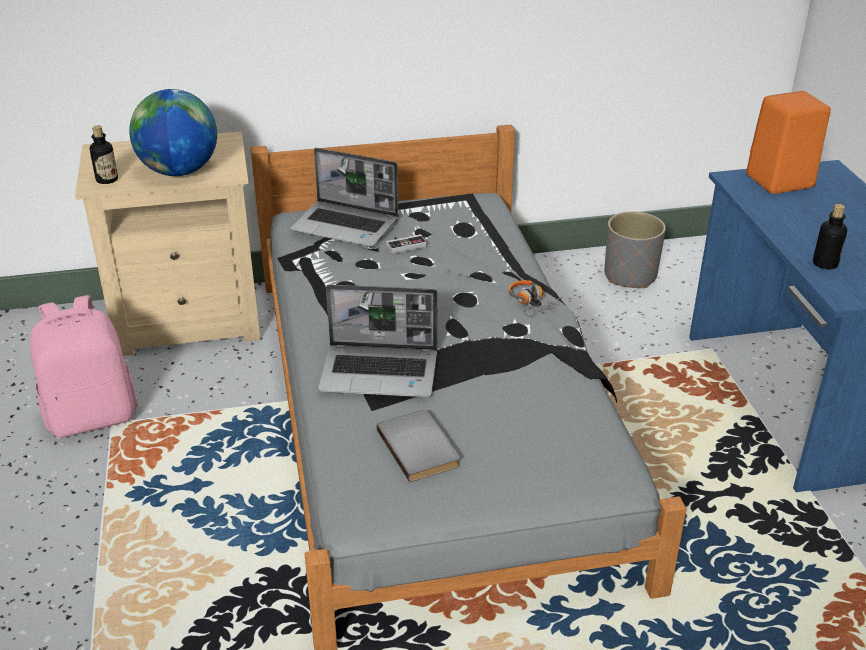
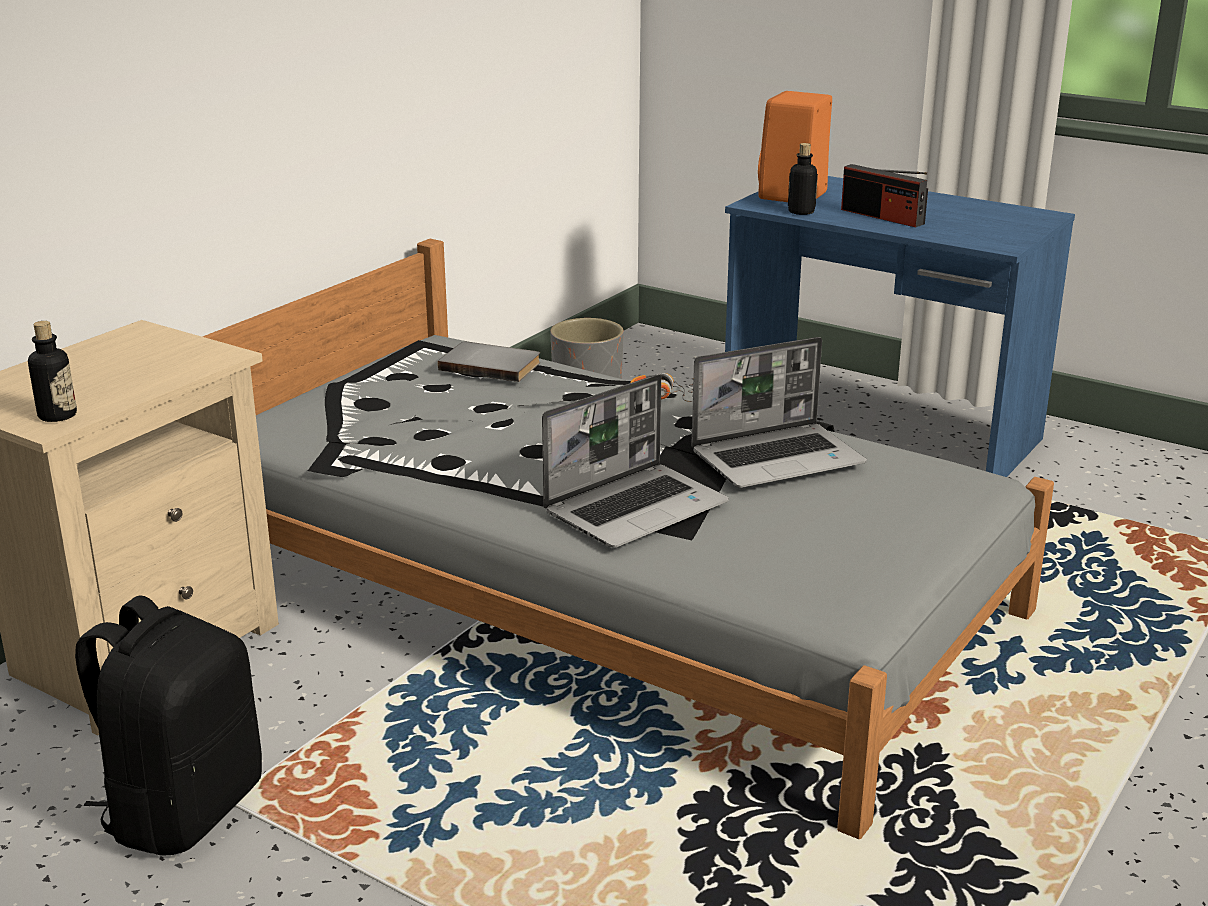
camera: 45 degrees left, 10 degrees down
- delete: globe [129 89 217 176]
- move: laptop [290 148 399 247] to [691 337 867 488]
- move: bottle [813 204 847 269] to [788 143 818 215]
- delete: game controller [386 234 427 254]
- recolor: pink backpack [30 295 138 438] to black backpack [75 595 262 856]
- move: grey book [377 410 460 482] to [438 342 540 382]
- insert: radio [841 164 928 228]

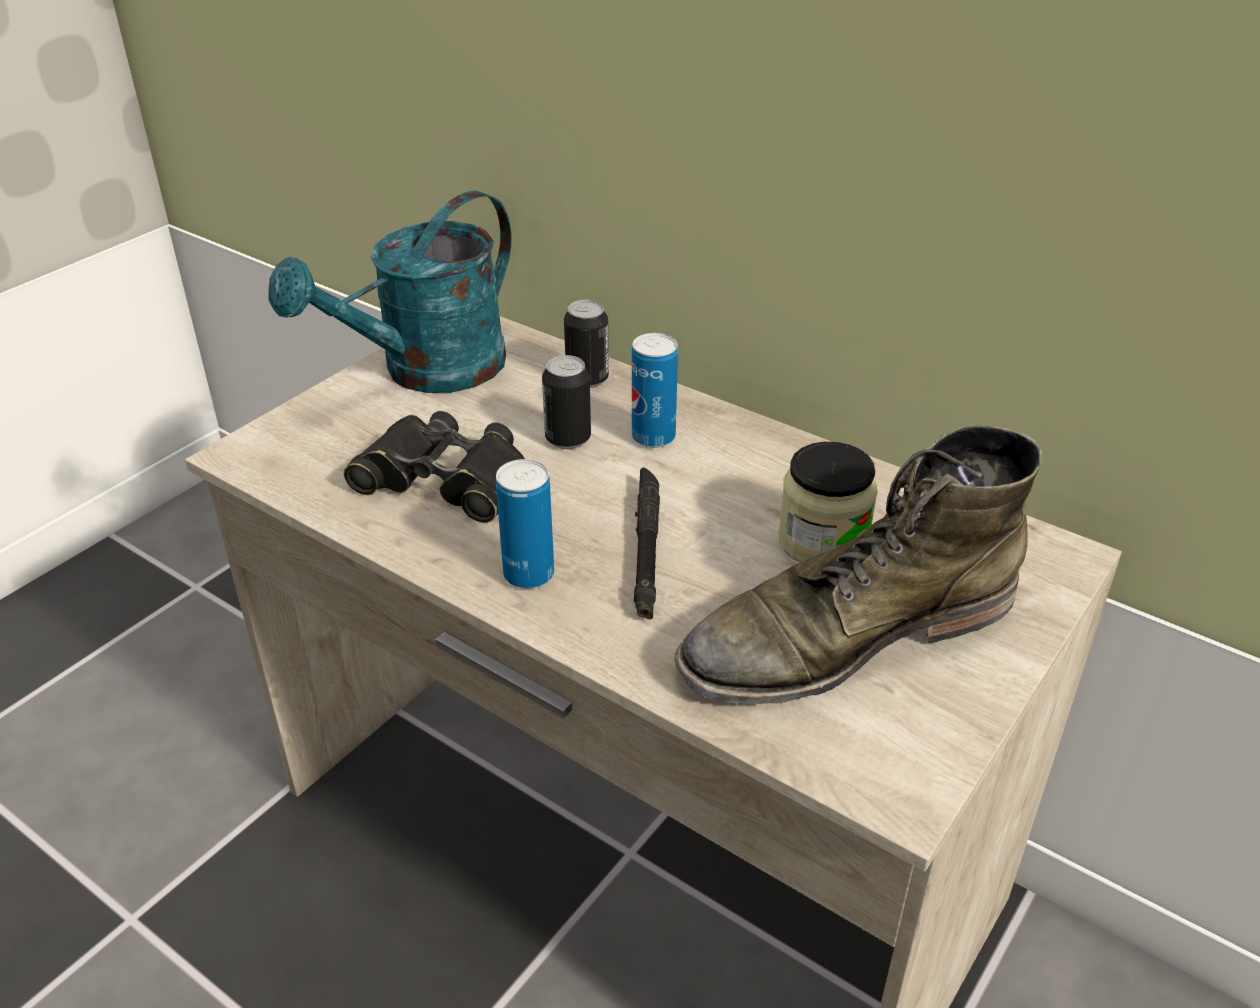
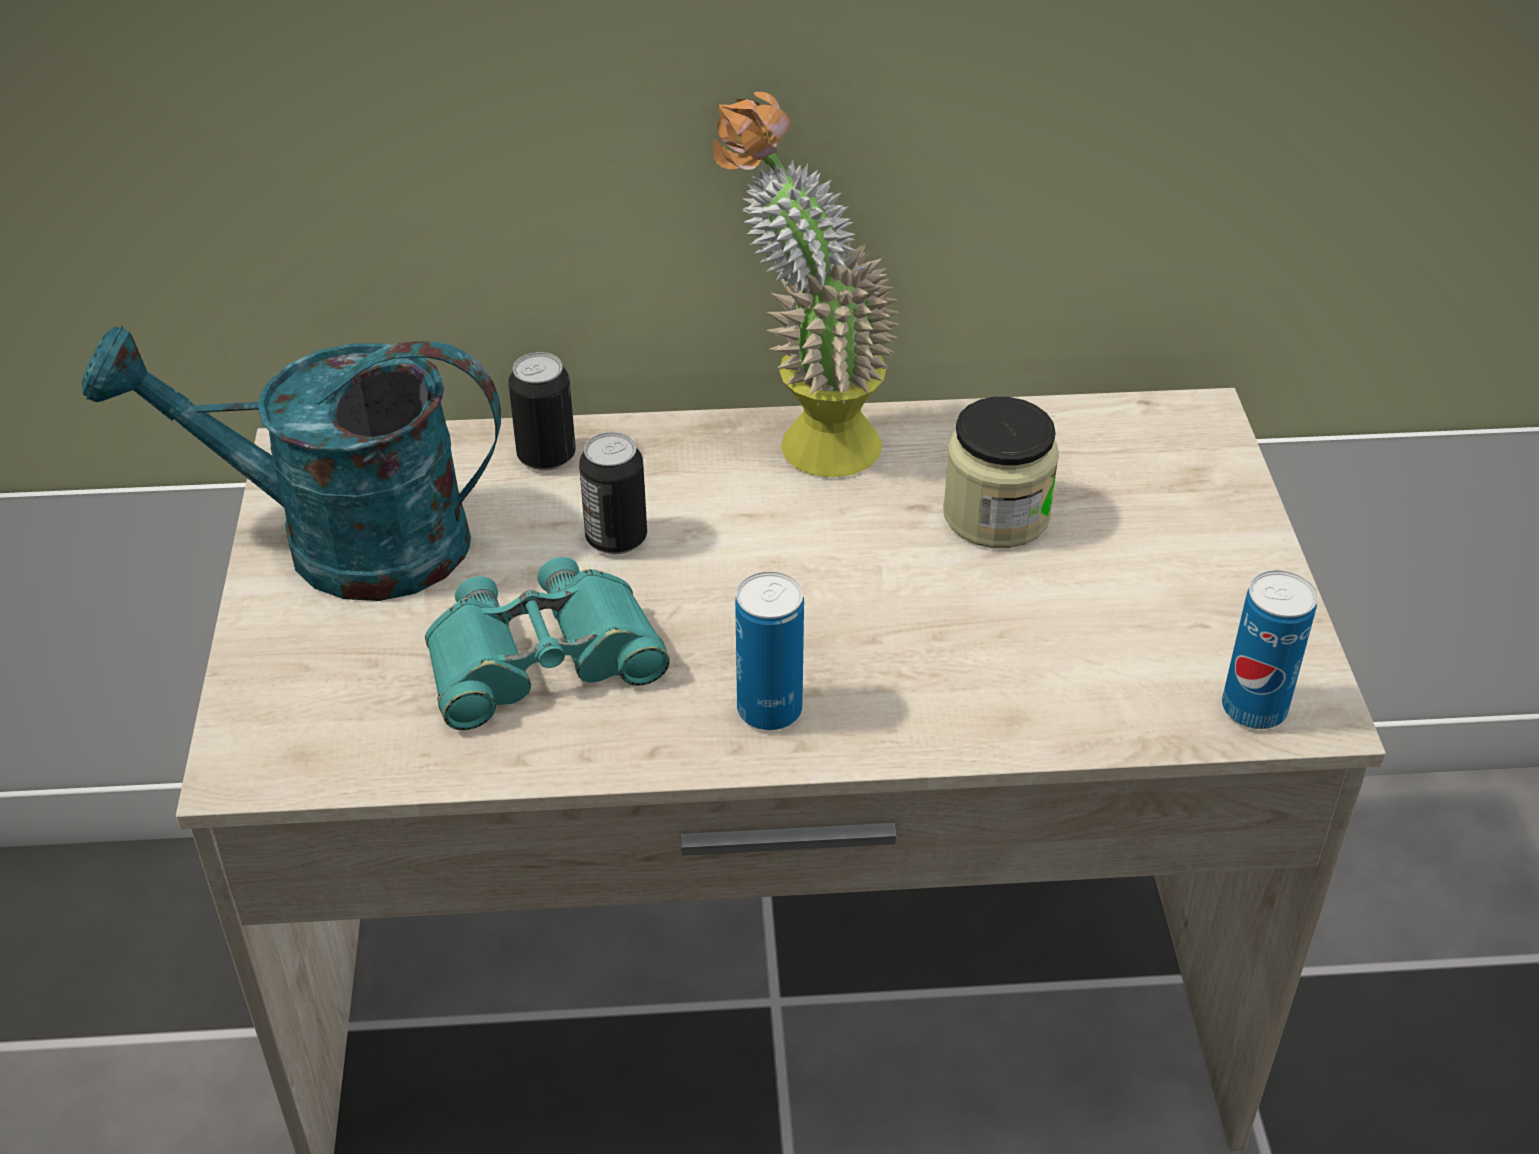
camera: 40 degrees left, 5 degrees up
- rotate: turquoise watering can [268 191 512 393] = [82 326 501 601] 90 degrees clockwise
- move: can [632 333 678 448] to [1222 570 1318 729]
- recolor: black binoculars [344 411 525 523] to turquoise binoculars [425 557 670 730]
- delete: green boot [674 425 1042 704]
- delete: black flashlight [634 467 660 619]
- insert: potted plant [713 92 899 478]

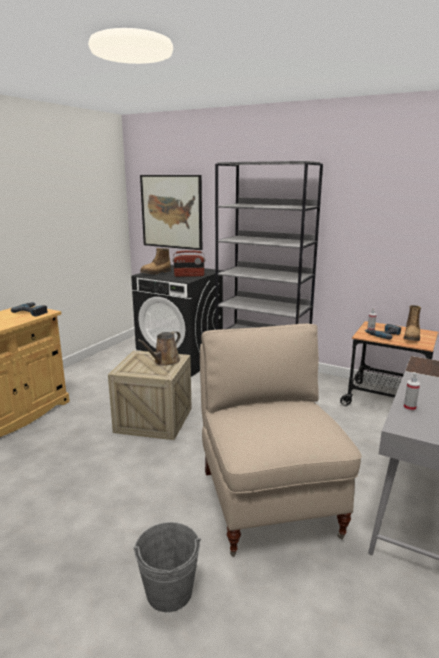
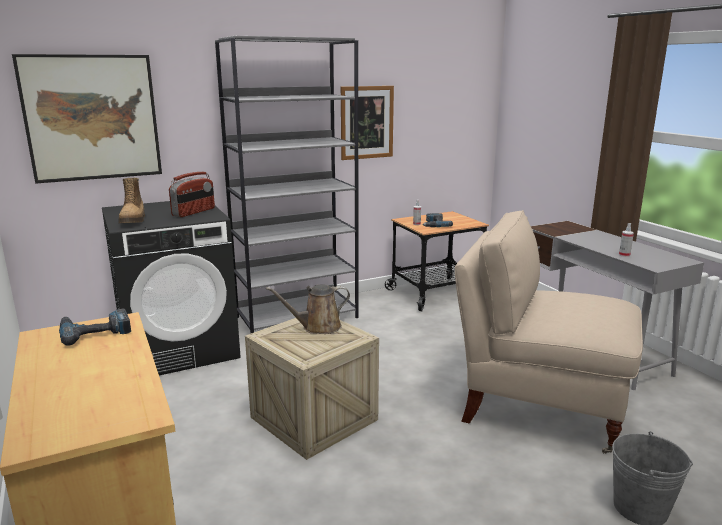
camera: 55 degrees left, 0 degrees up
- delete: boot [403 305 421 341]
- rotate: brown watering can [137 331 181 366] = [266 284 350 334] 90 degrees clockwise
- insert: picture [341 86 394 160]

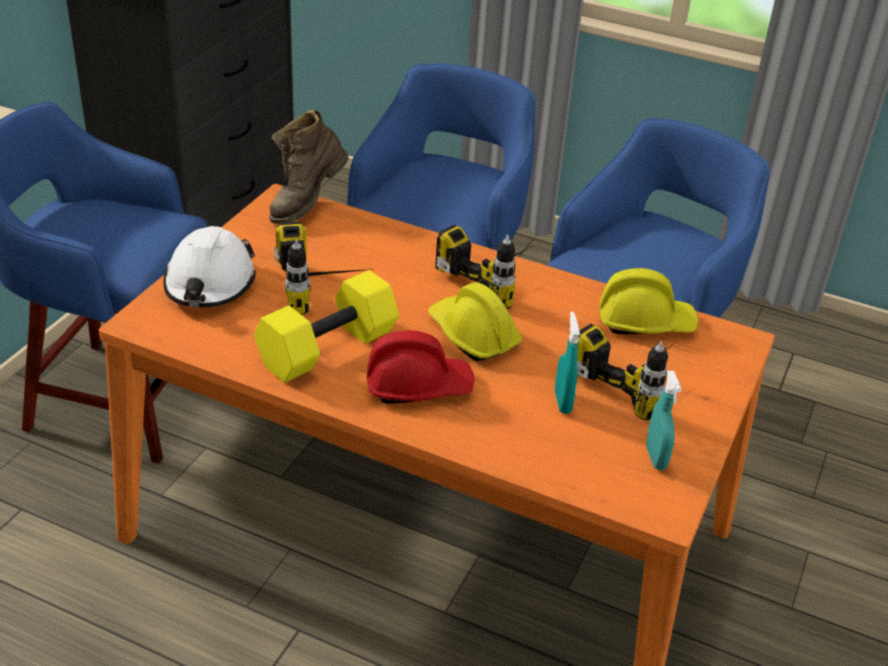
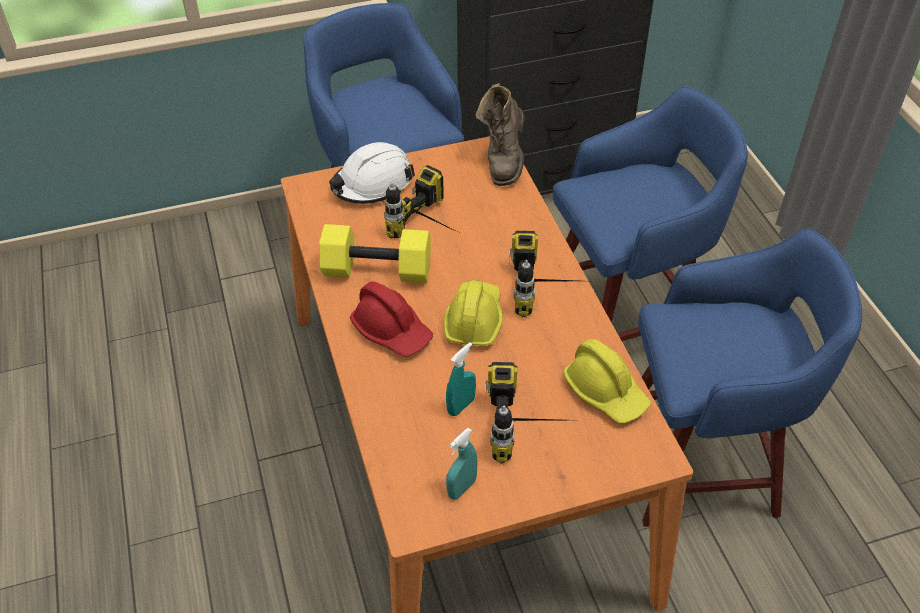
camera: 50 degrees right, 10 degrees up
- rotate: brown boot [269 110 349 224] = [476 83 524 186] 75 degrees counterclockwise

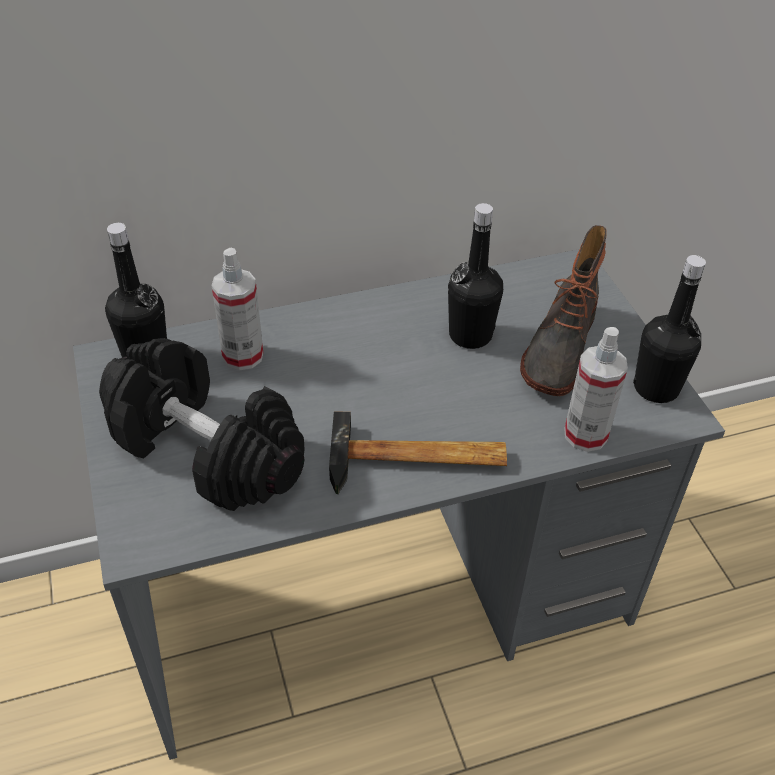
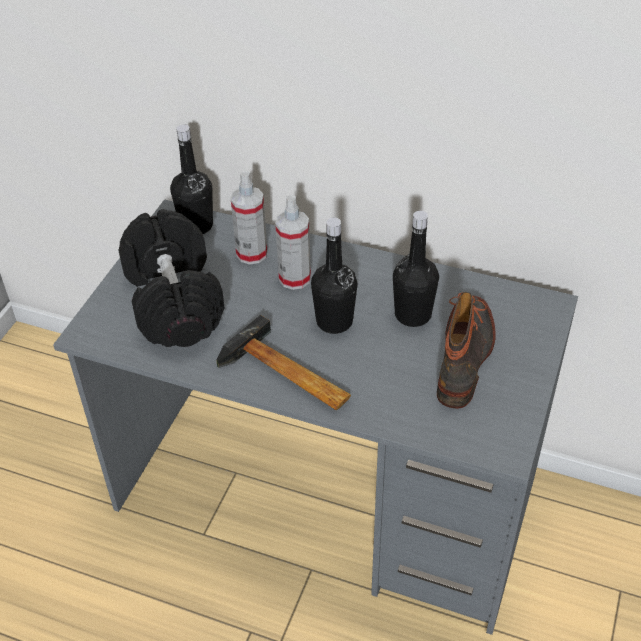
camera: 40 degrees right, 0 degrees up
- rotate: boot [520 225 607 396] = [437 292 496 409] 135 degrees clockwise
- move: black bottle [633 255 706 403] to [311 217 358 334]
- move: spray bottle [564 327 628 452] to [275 195 311 290]

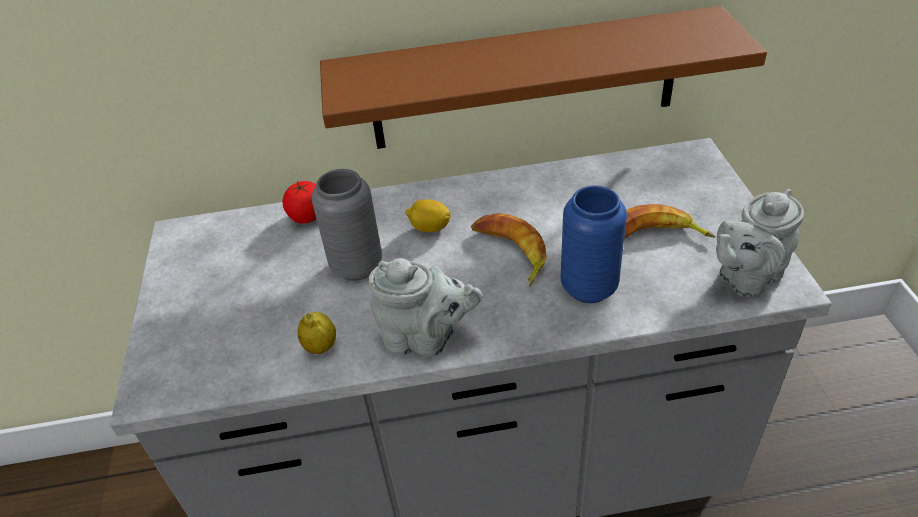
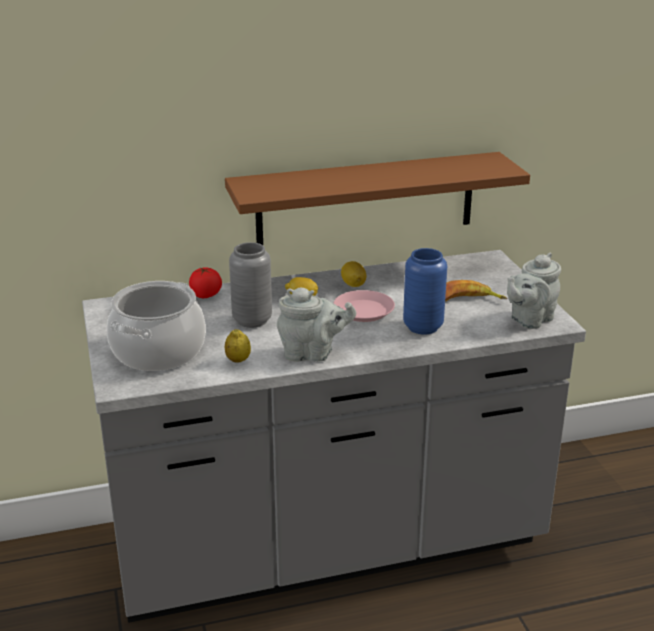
camera: 10 degrees left, 15 degrees down
- replace: banana [471 213 547 286] to pink plate [334 290 395 322]
- insert: lemon [341 261 366 287]
- insert: cooking pot [107 281 206 371]

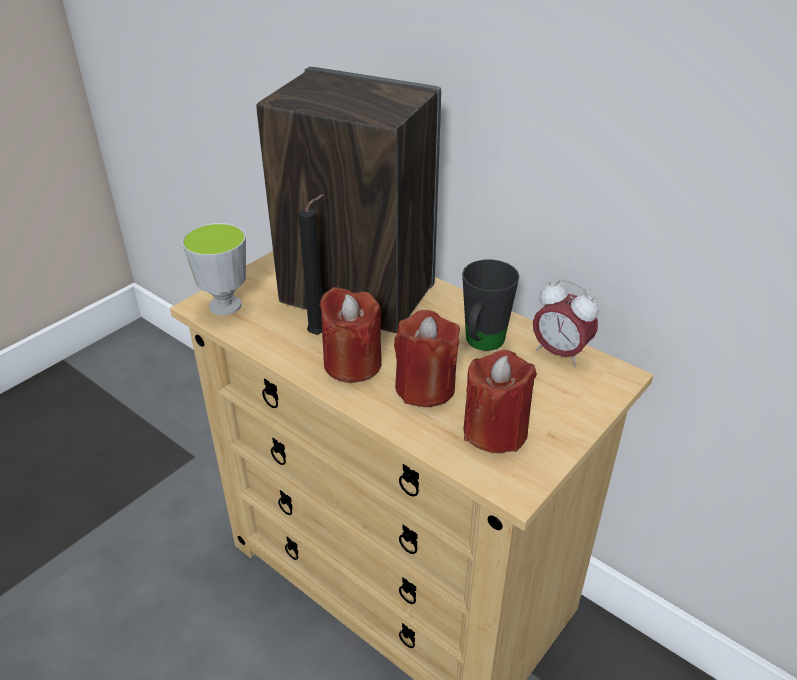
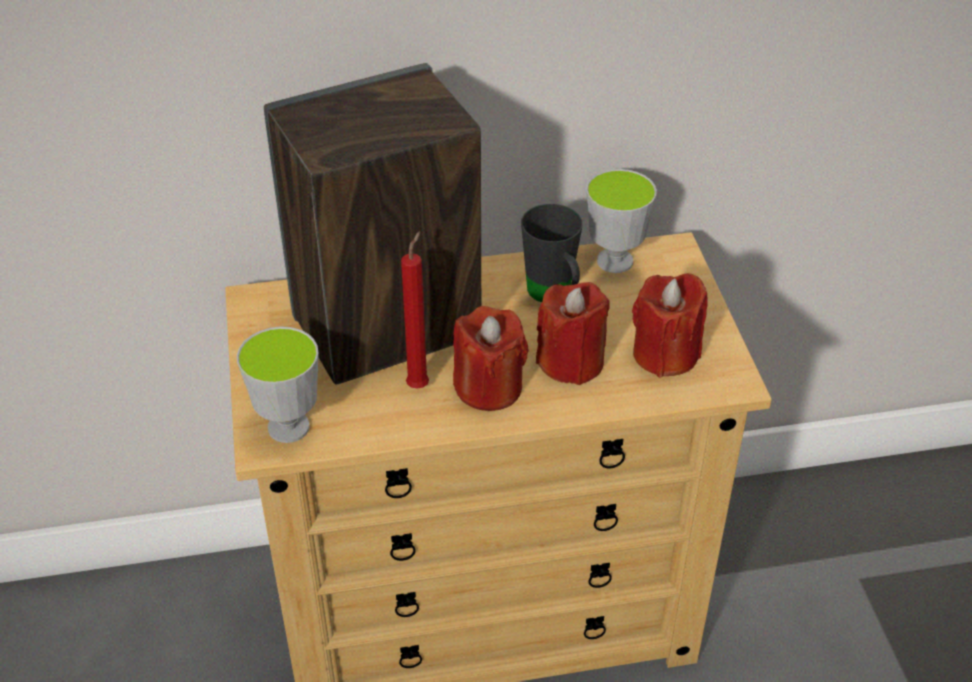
camera: 50 degrees left, 5 degrees up
- recolor: black candle [298 194 324 335] to red candle [401 231 429 389]
- replace: alarm clock [533 279 599 367] to cup [586 169 657 273]

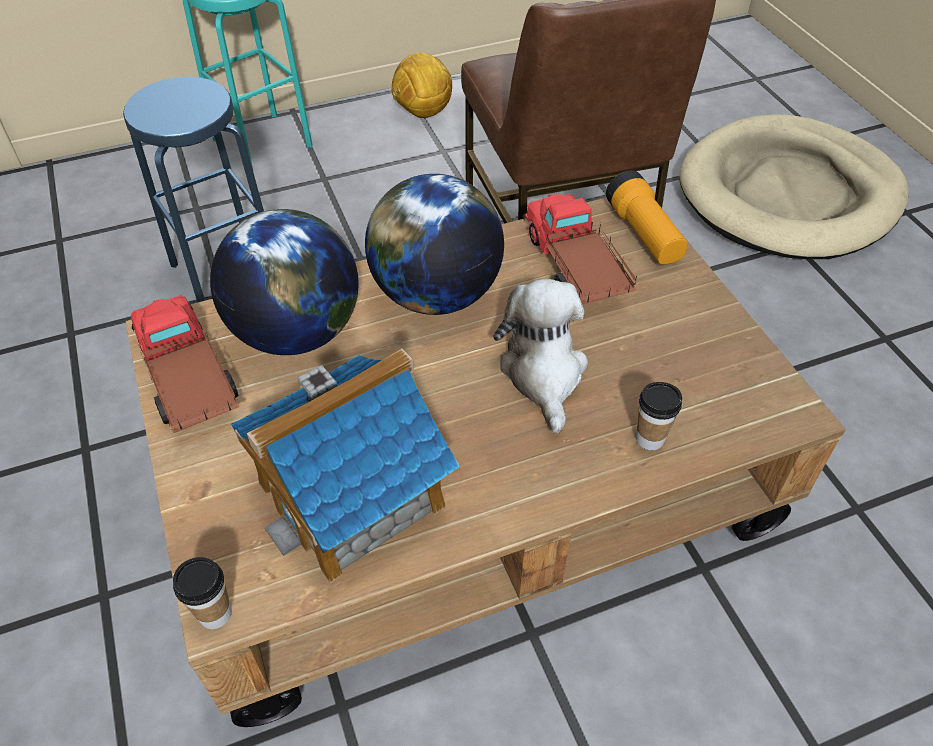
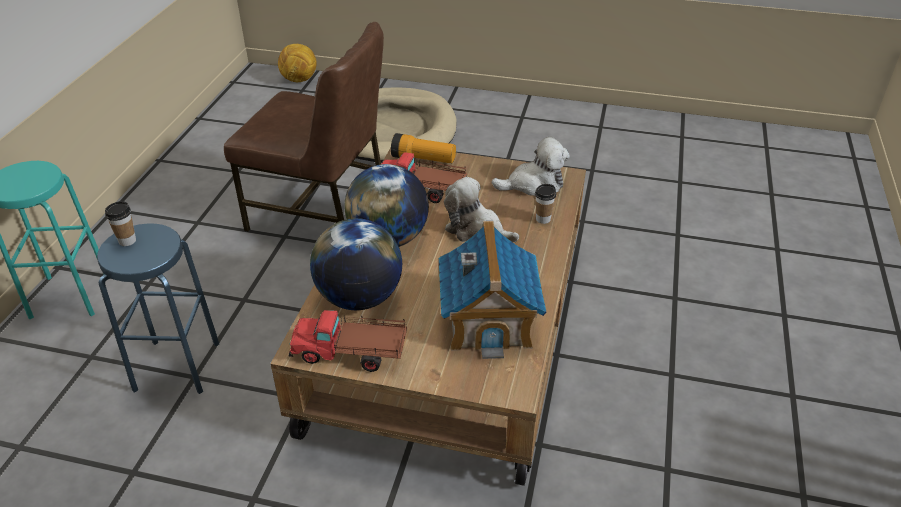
camera: 55 degrees left, 10 degrees down
- move: football [392 53 452 118] to [278 44 317 82]
- move: cup [173 557 232 629] to [105 201 136 246]
- insert: plush toy [492 137 570 196]

